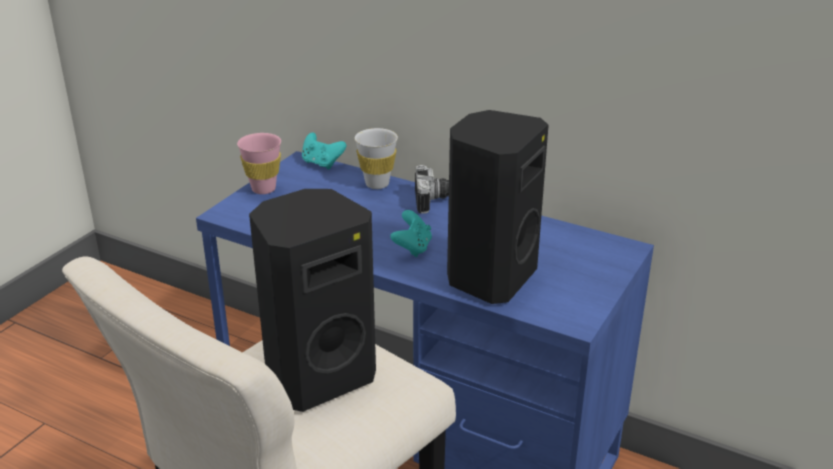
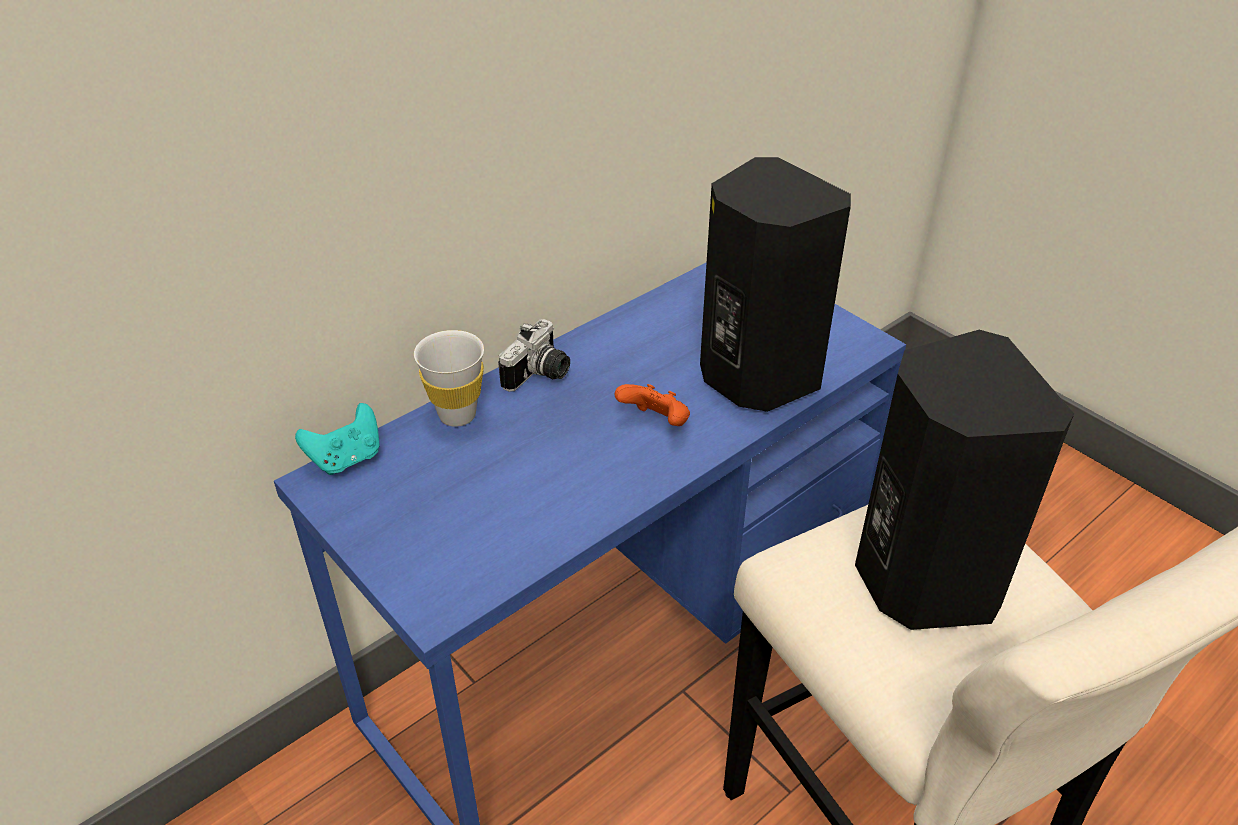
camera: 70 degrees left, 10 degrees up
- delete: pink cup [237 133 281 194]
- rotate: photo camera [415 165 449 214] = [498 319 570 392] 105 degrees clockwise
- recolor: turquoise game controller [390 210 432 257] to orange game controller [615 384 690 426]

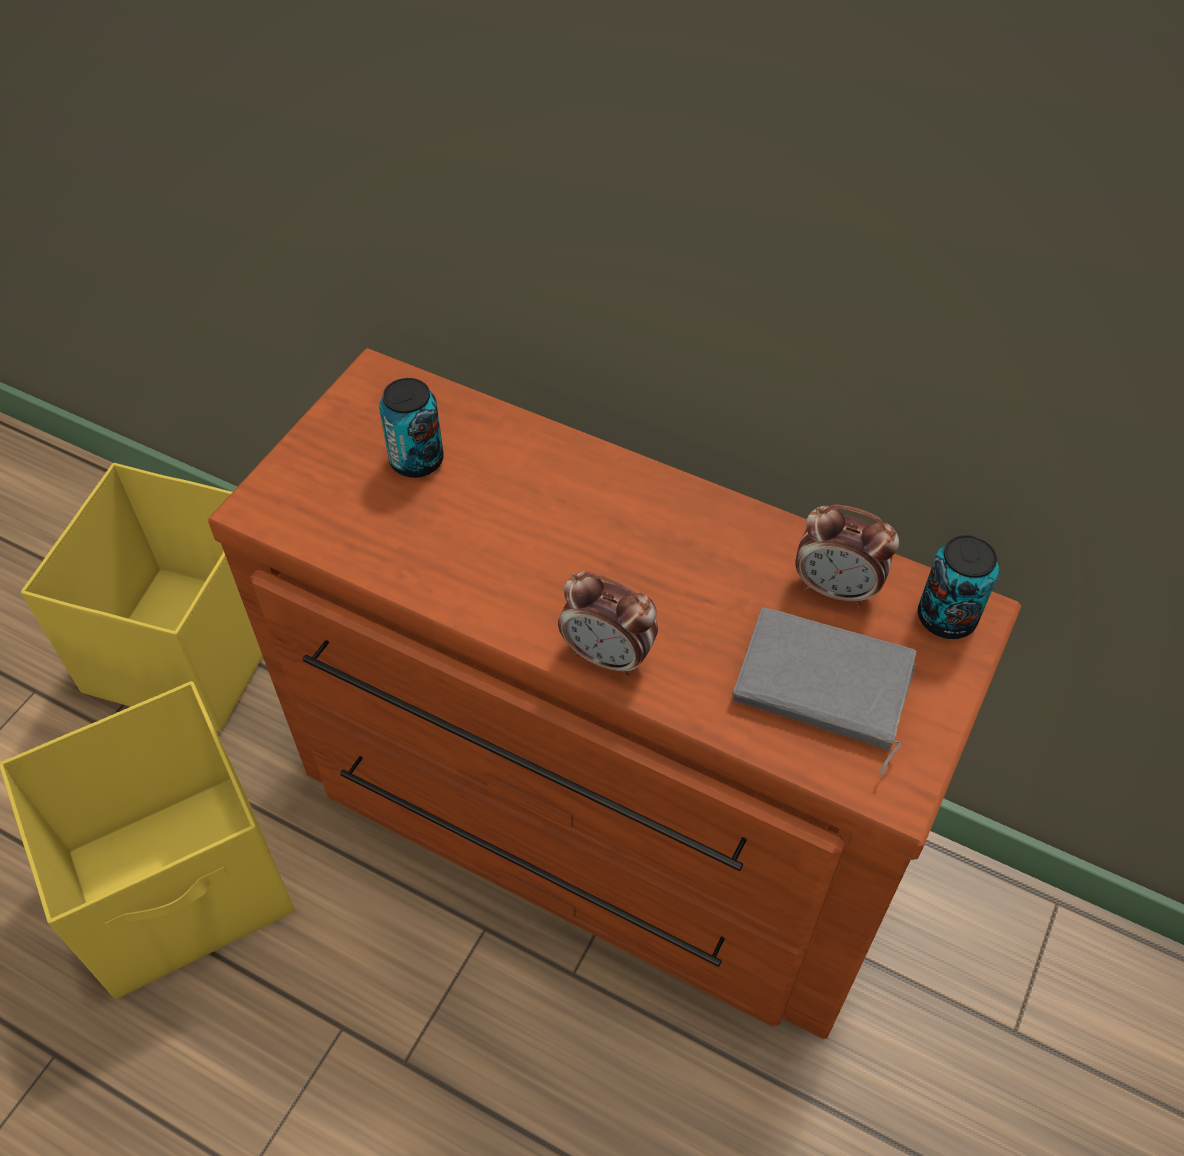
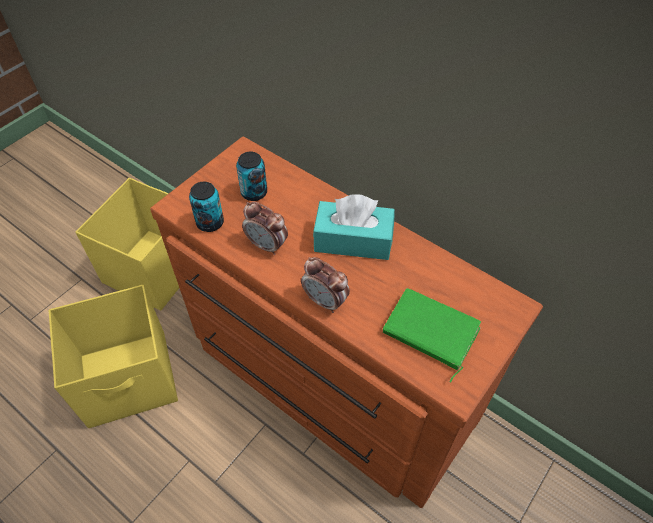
camera: 10 degrees right, 0 degrees up
- move: alarm clock [795 505 899 607] to [242 201 288 255]
- move: can [918 535 999 639] to [189 182 224 232]
- recolor: grey book [733 607 916 775] to green book [383 288 481 383]
- insert: turquoise tissue box [313 194 395 260]

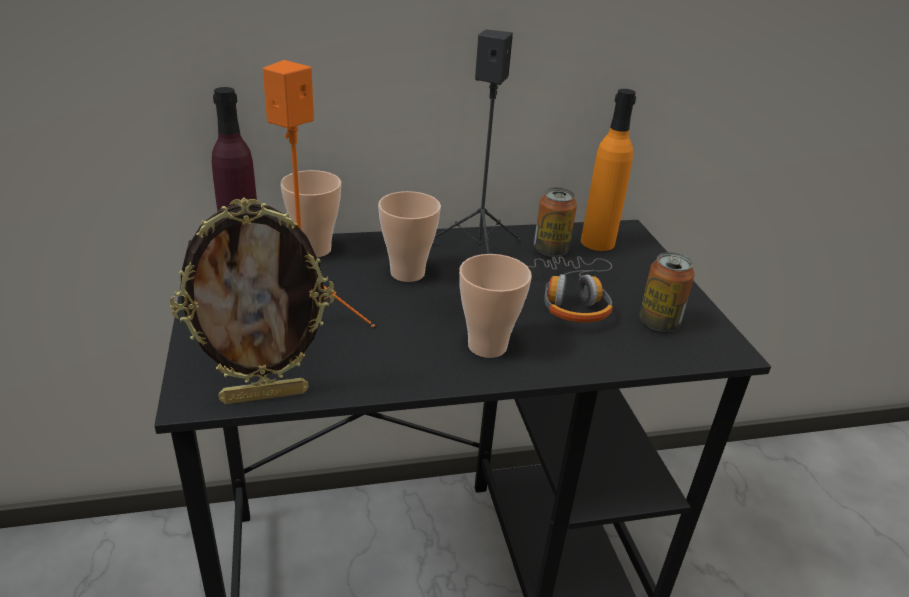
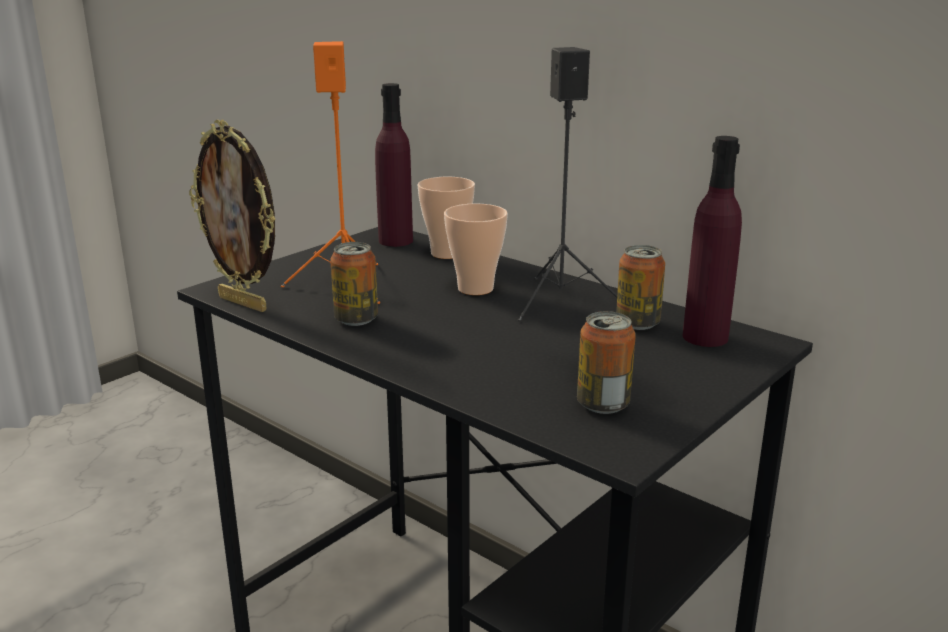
camera: 55 degrees right, 10 degrees down
- recolor: orange bottle [581 89 636 251] to purple bottle [682 136 742 347]
- delete: cup [459 254 532 358]
- delete: headphones [527 256 613 322]
- insert: can [330 242 378 326]

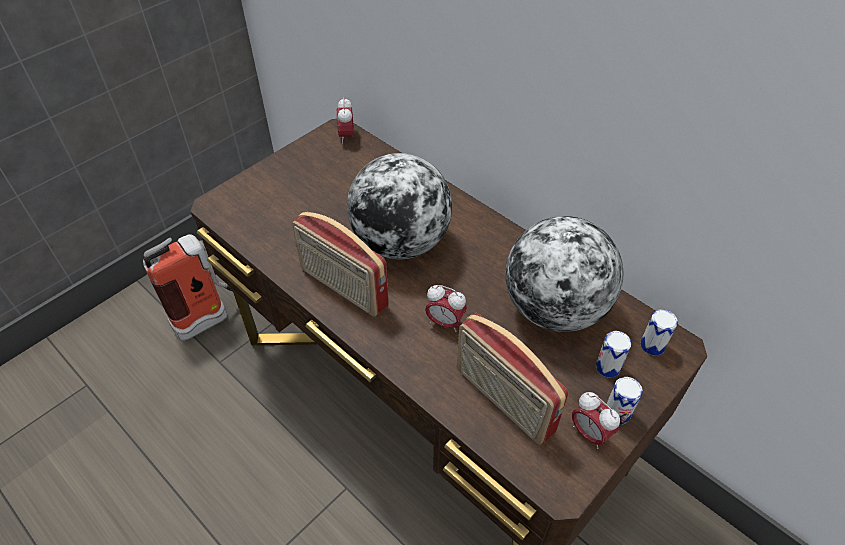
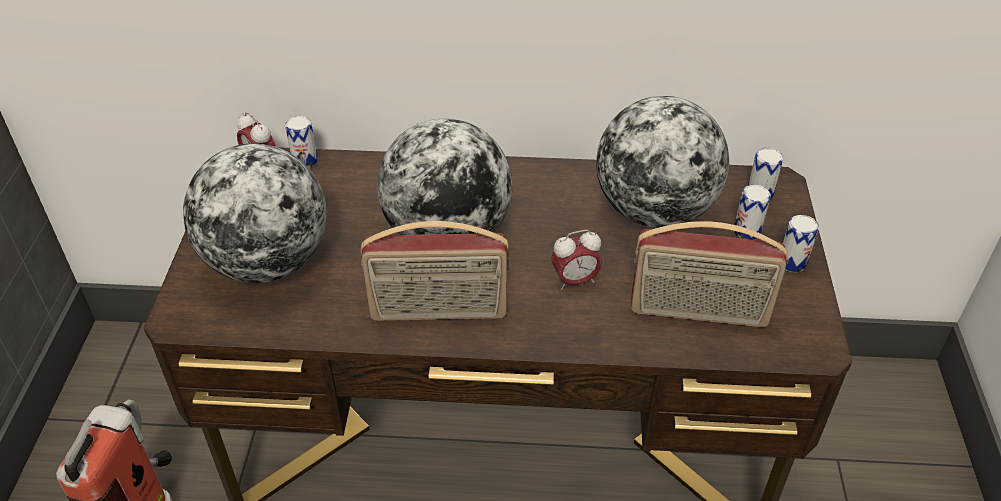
camera: 40 degrees left, 5 degrees down
- delete: alarm clock [572 392 620 449]
- insert: can [285 116 318 168]
- insert: globe [183 143 327 283]

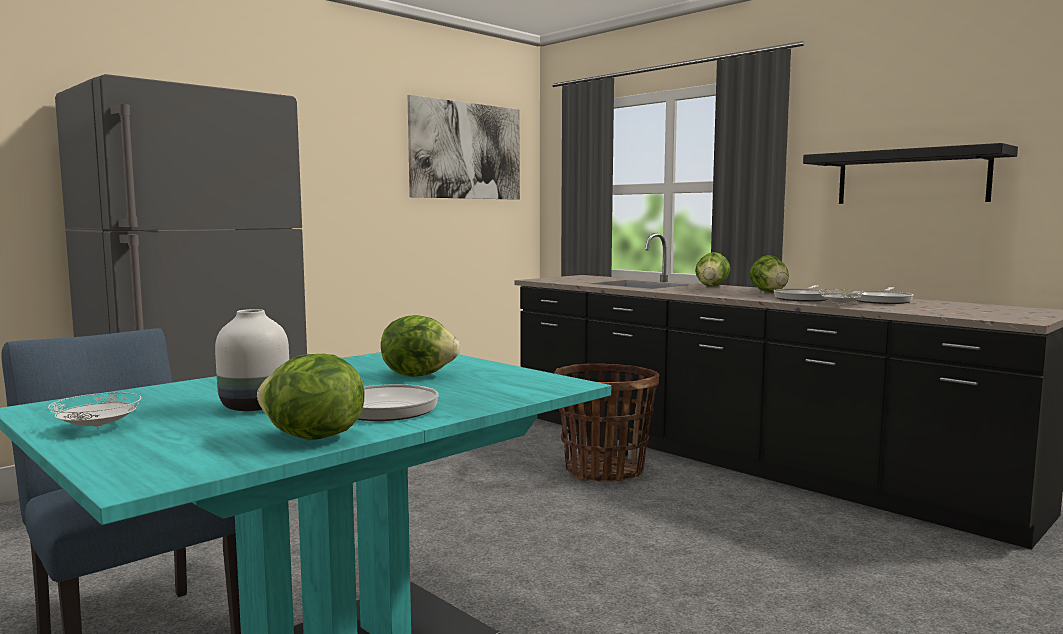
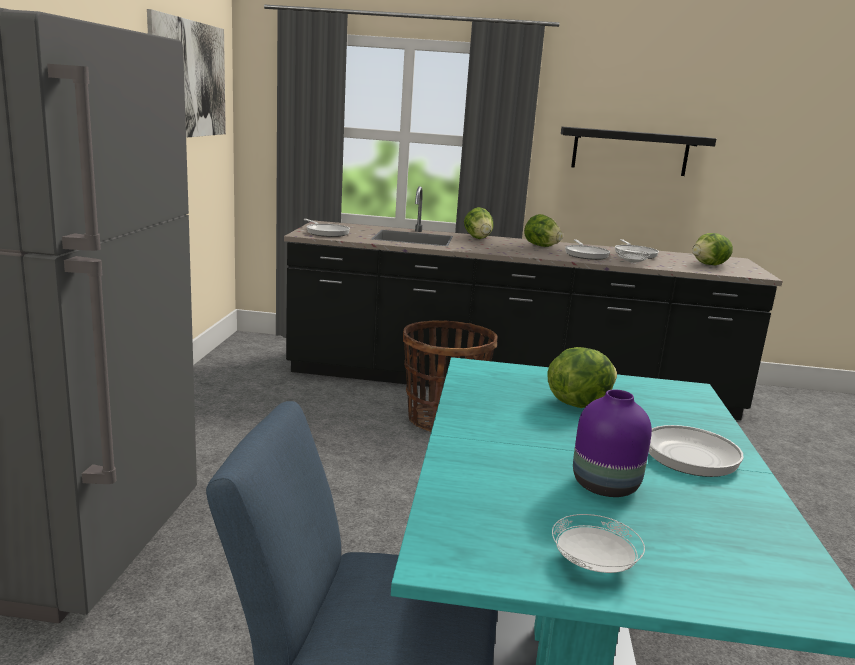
camera: 40 degrees left, 10 degrees up
- recolor: white vase [215 309 289 411] to purple vase [573 389 652 497]
- move: lettuce [257 354 365 440] to [692 233 733 266]
- insert: frying pan [304 219 350 237]

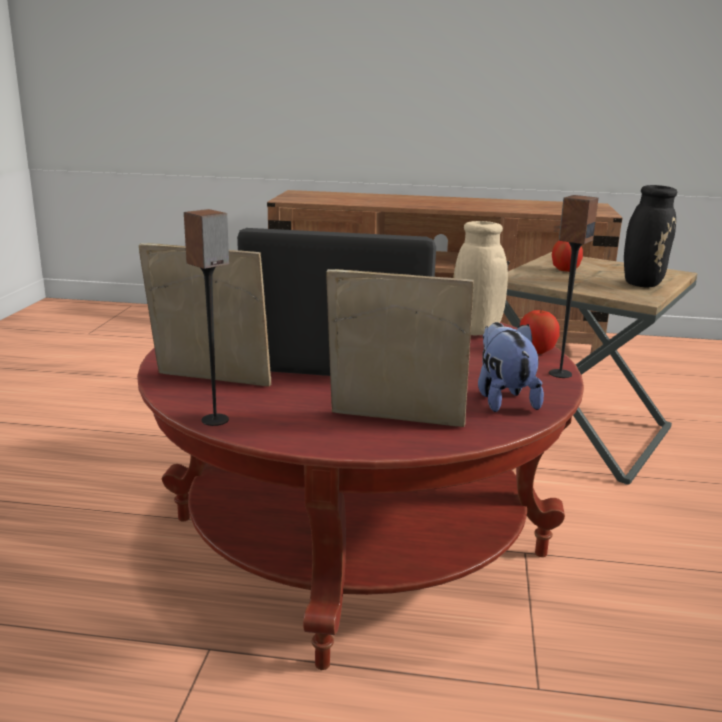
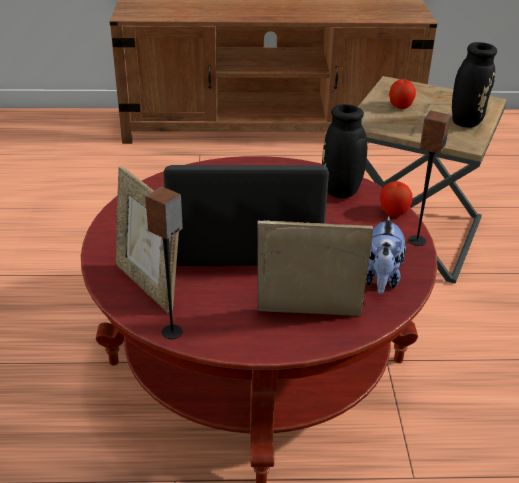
camera: 10 degrees left, 15 degrees up
- recolor: beige vase [453 221 508 335] to black vase [322 104 367 198]
- rotate: picture frame [139 243 271 387] = [116 166 179 314] 135 degrees counterclockwise
- rotate: plush toy [478 322 544 412] = [366 216 406 294] 150 degrees counterclockwise

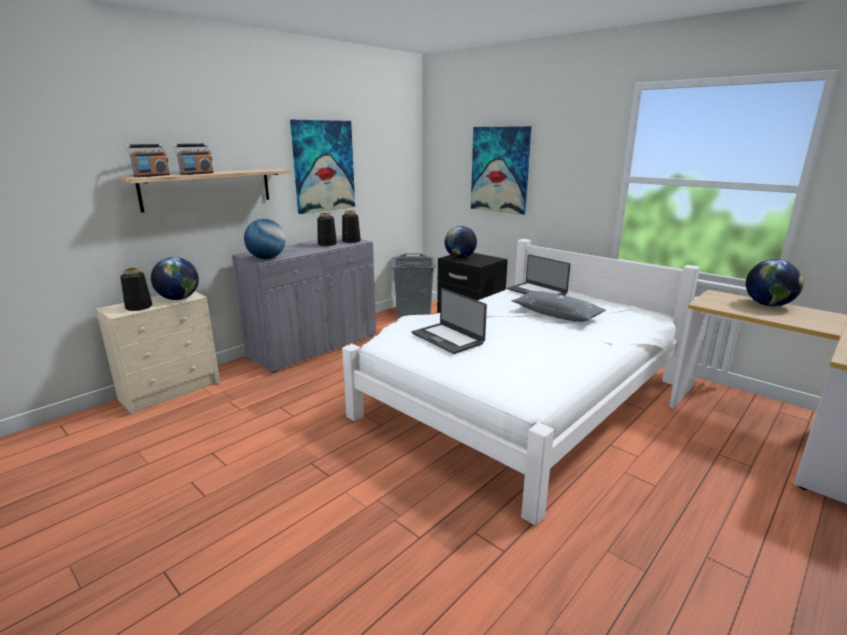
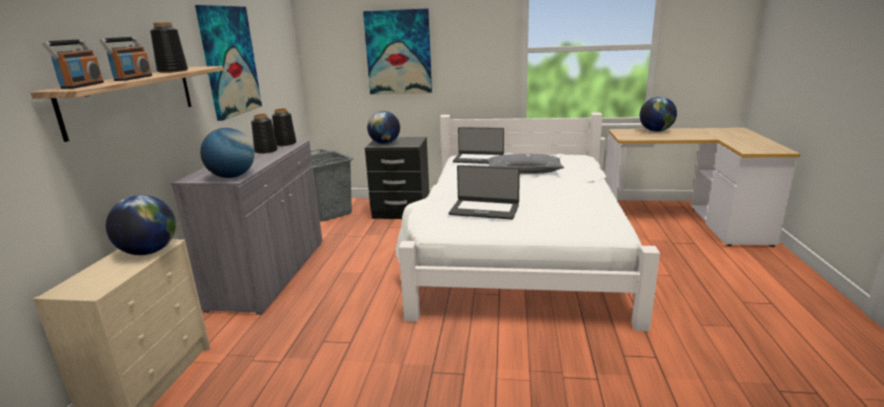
camera: 35 degrees left, 0 degrees up
- move: black vase [120 267 152 311] to [150 22 188 73]

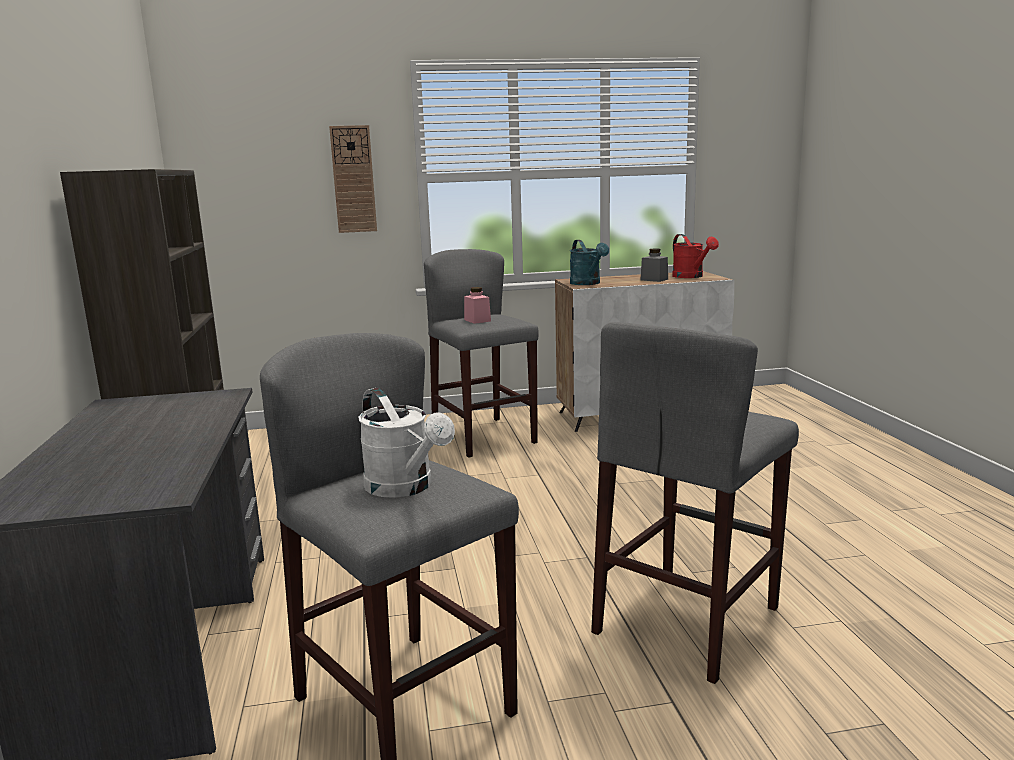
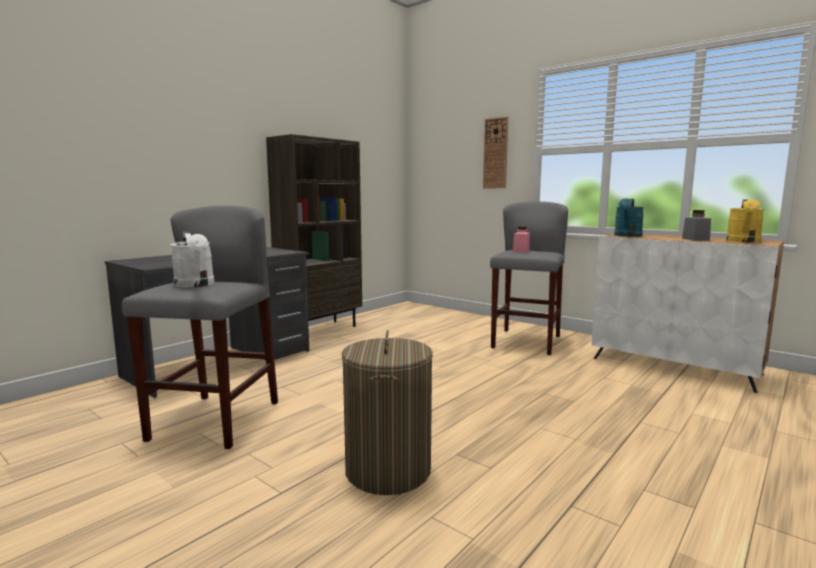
camera: 50 degrees right, 5 degrees down
- recolor: red watering can [672 234 719 278] to yellow watering can [726 199 764 243]
- replace: grey stool [591 322 799 684] to laundry basket [342 330 433 495]
- rotate: white watering can [358 388 455 498] = [170 231 214 287] 45 degrees counterclockwise

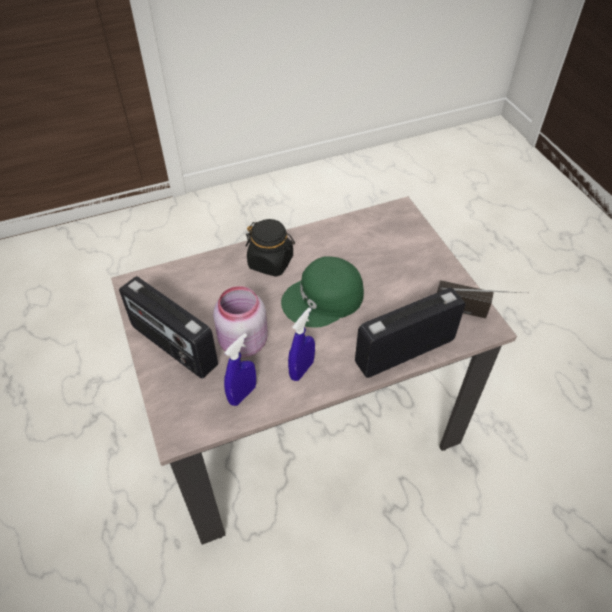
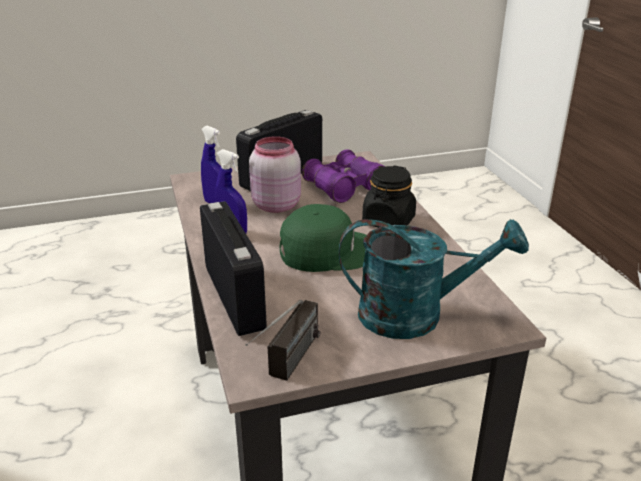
camera: 95 degrees right, 20 degrees down
- rotate: green cap [281 256 364 328] = [280 204 366 272] 105 degrees clockwise
- insert: purple binoculars [302 149 385 203]
- insert: turquoise watering can [339 219 529 339]

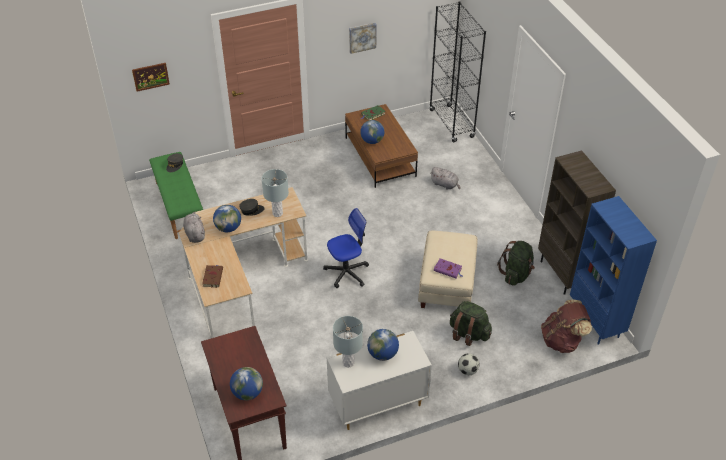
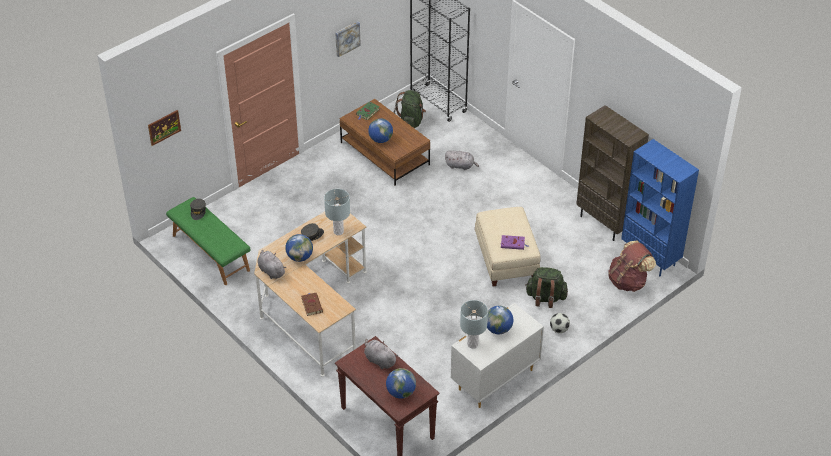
camera: 20 degrees left, 0 degrees up
- delete: office chair [323 208 369 288]
- move: green backpack [497 241 535 286] to [393 90 426 128]
- insert: grey plush toy [364 339 398 369]

